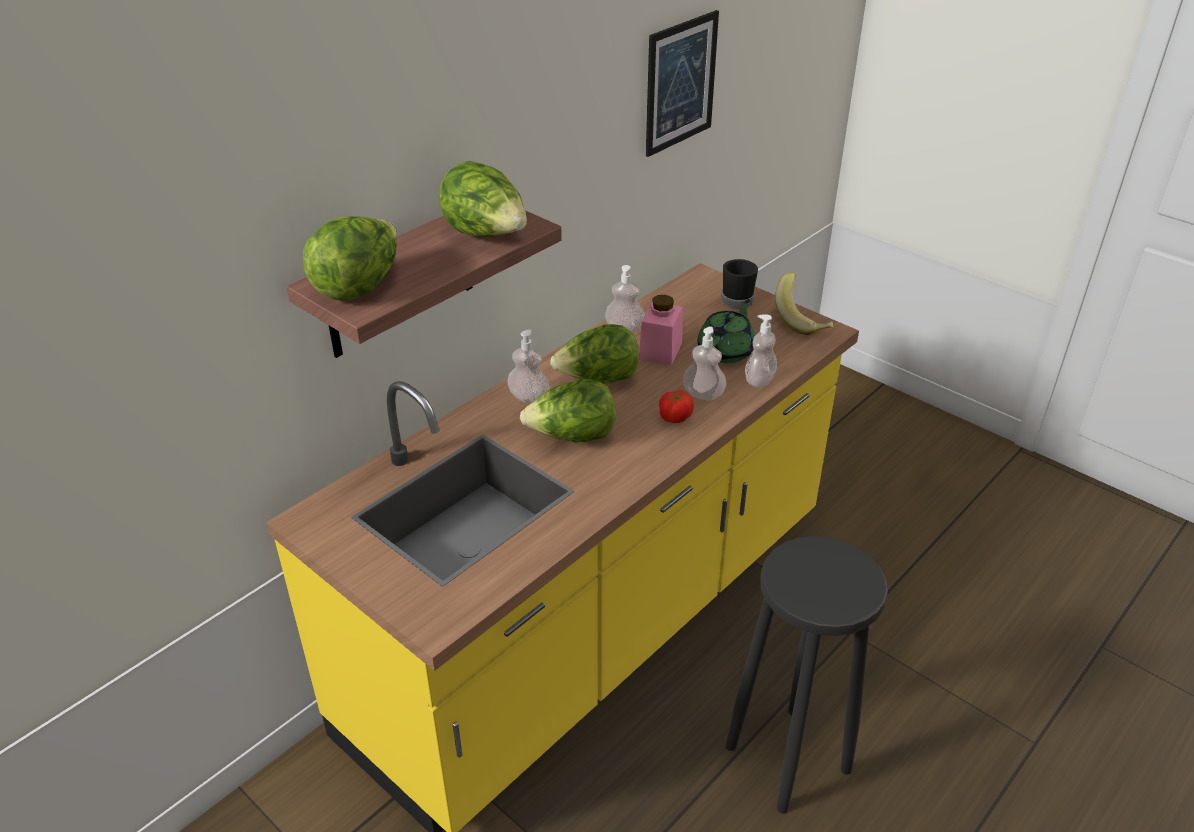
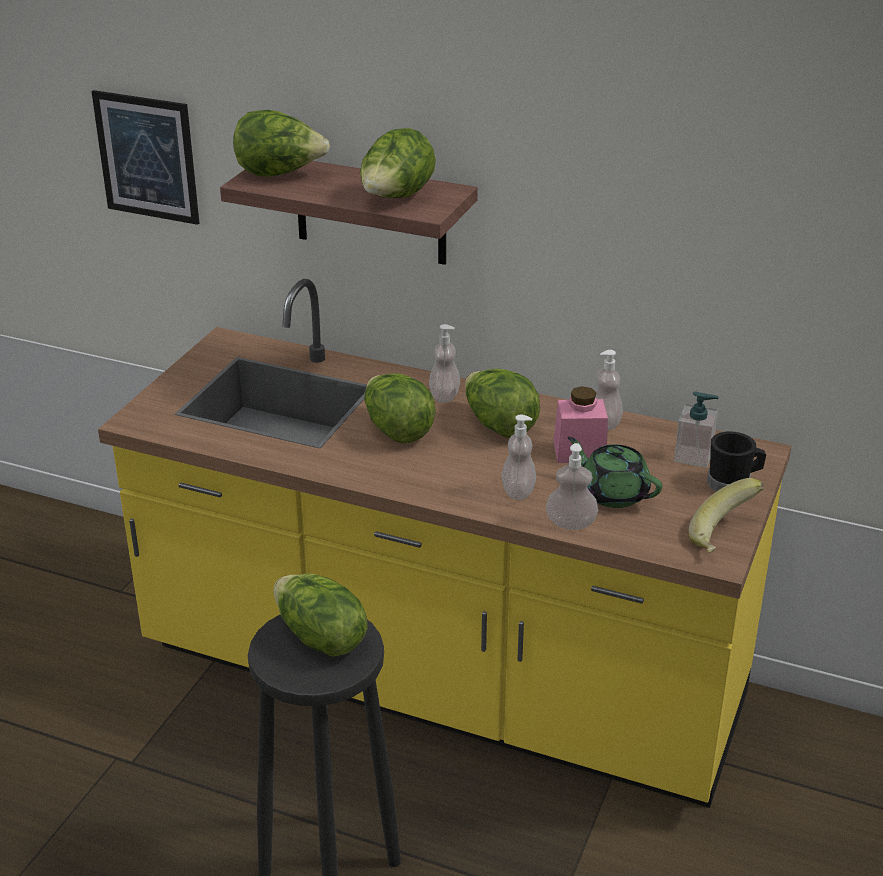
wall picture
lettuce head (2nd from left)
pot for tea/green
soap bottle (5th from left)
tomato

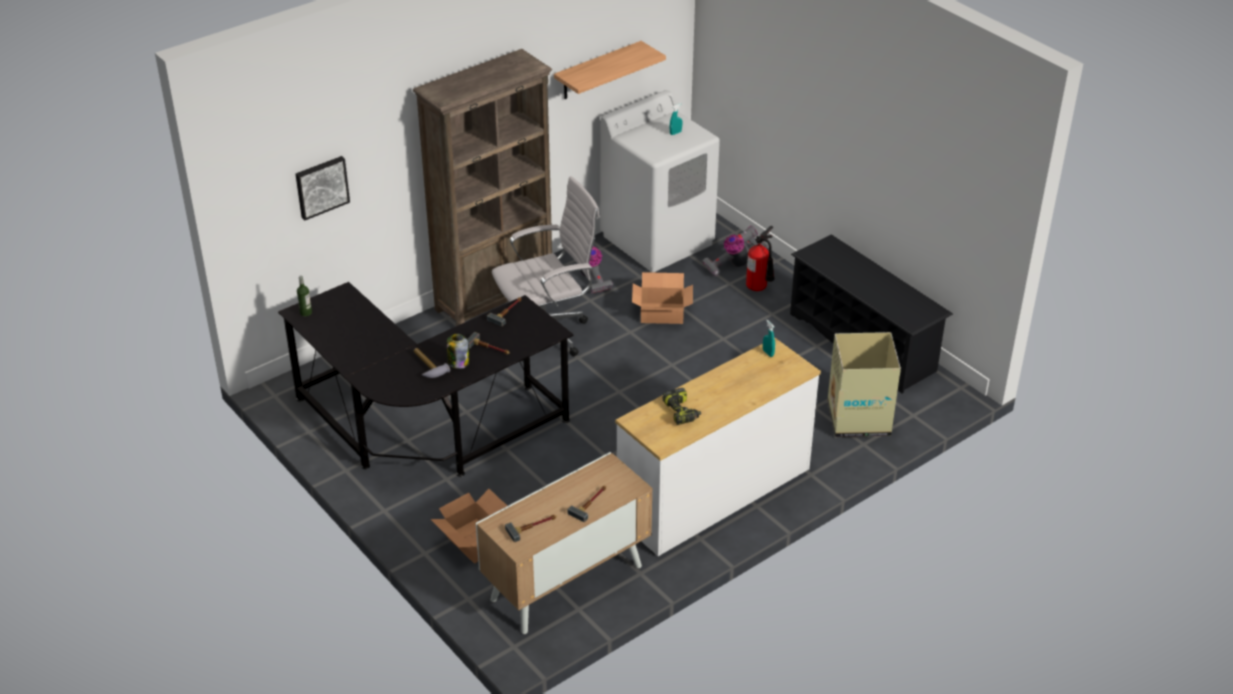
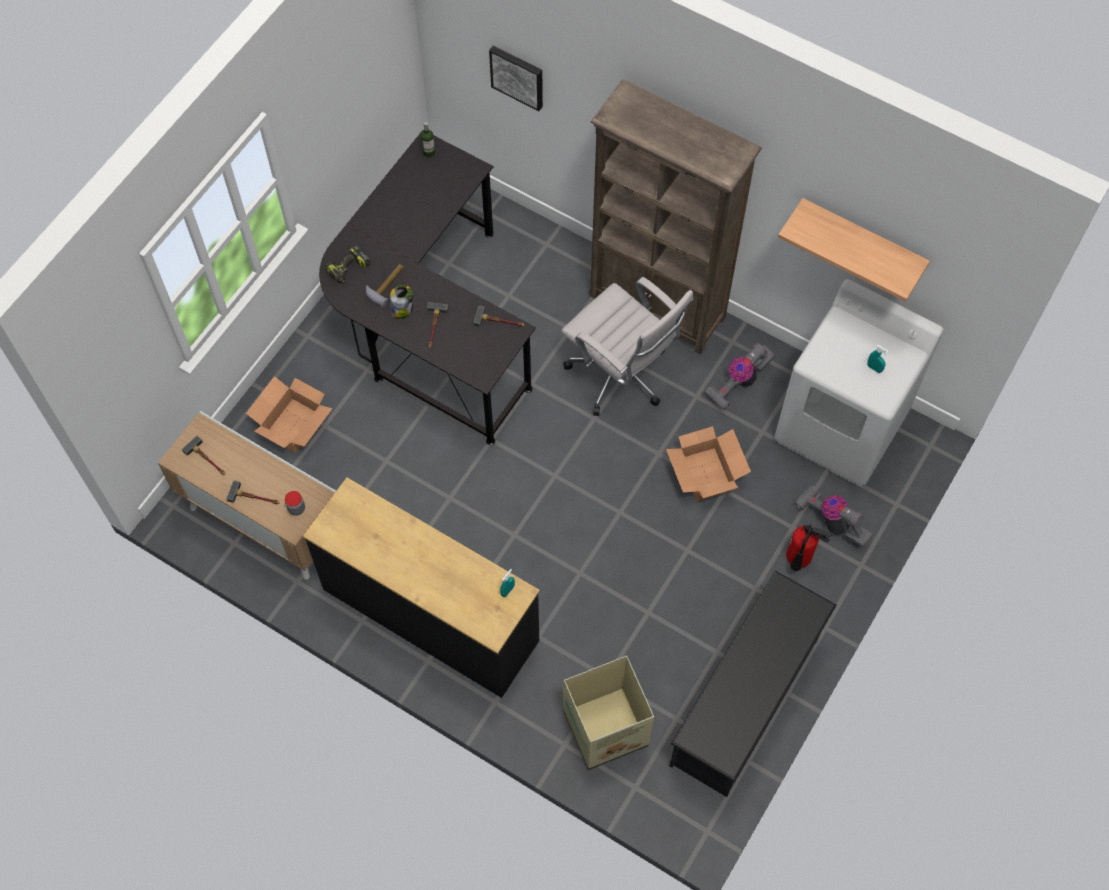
jar (1st from left)
drawer chest/black
electric drill

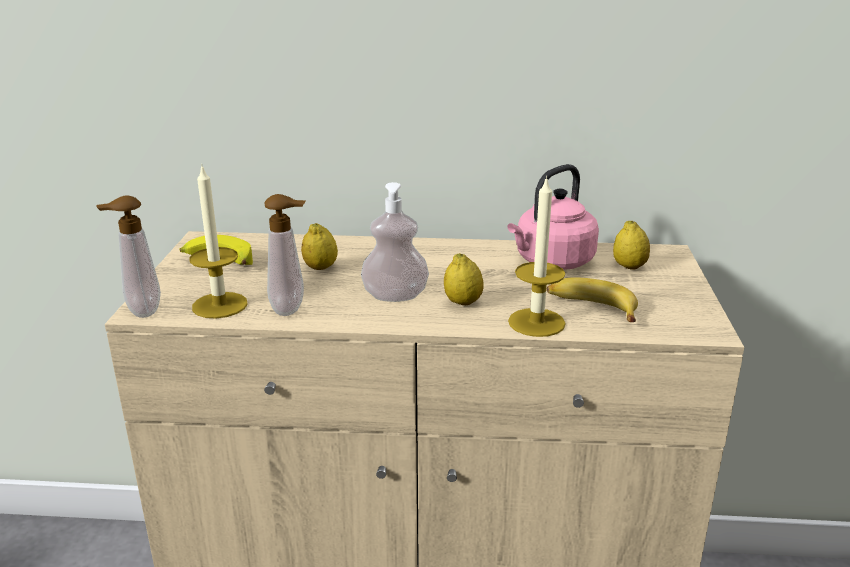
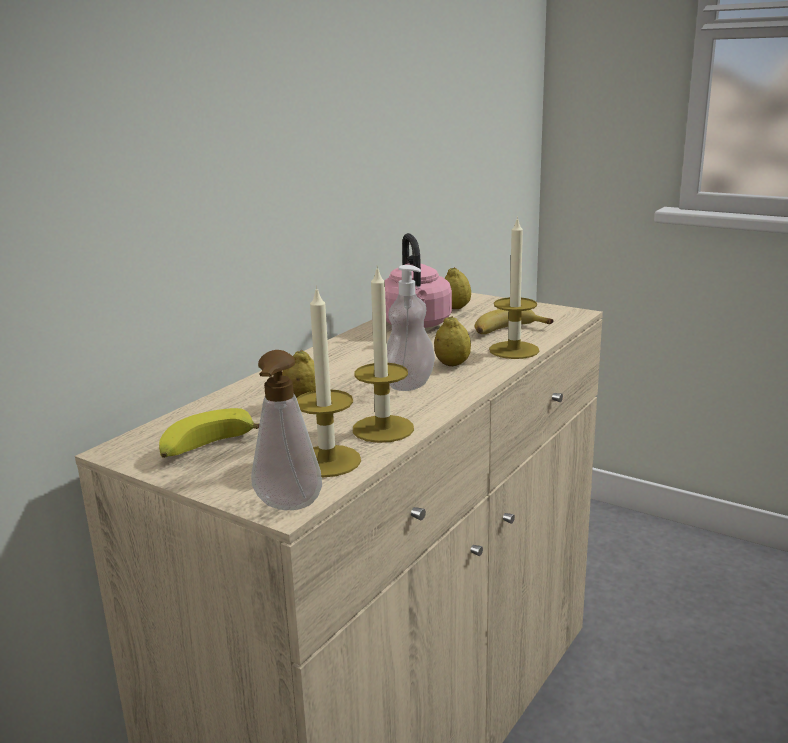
wax candle (2nd from left)

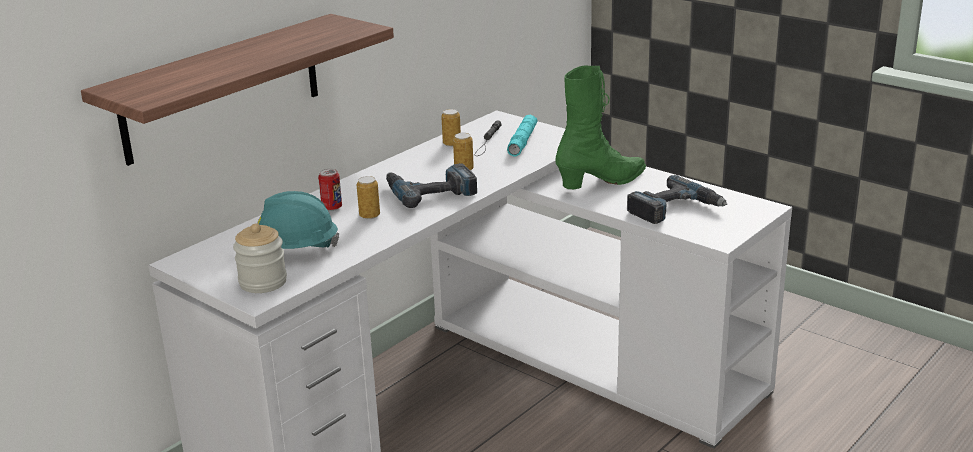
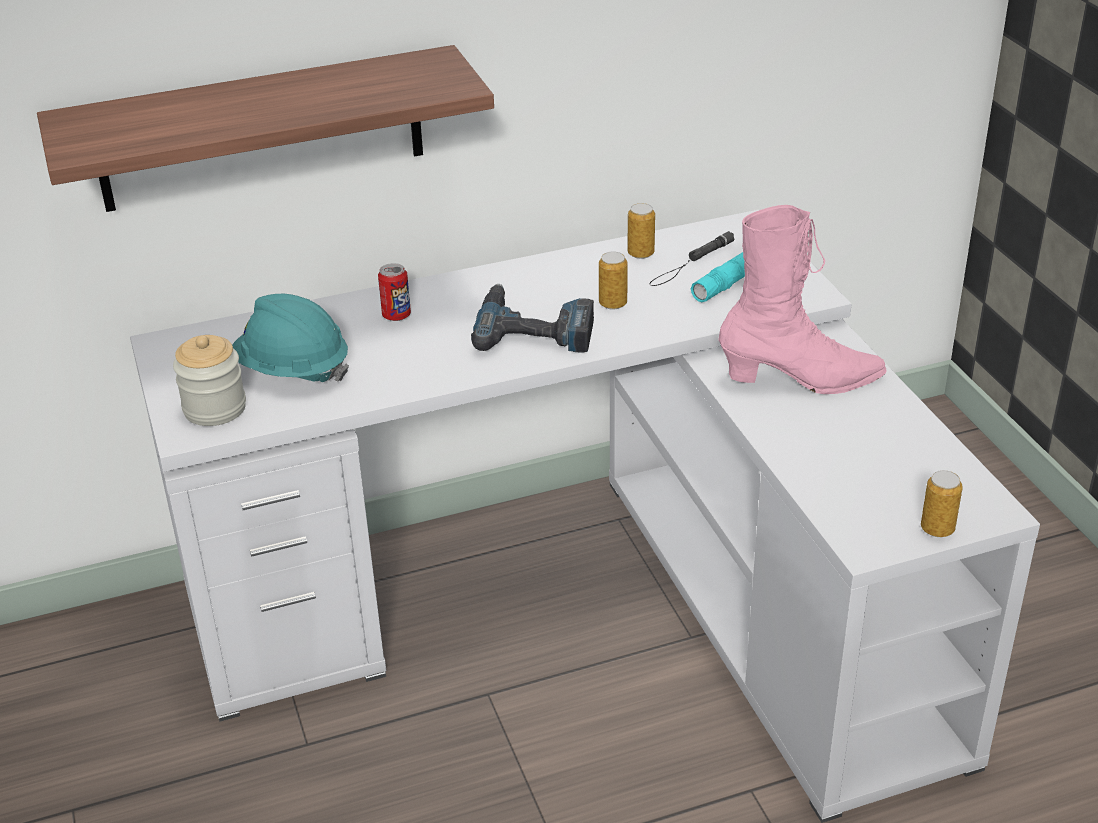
high-top boot/pinkish
sealed can (4th from left)
electric drill (2nd from left in the first image)

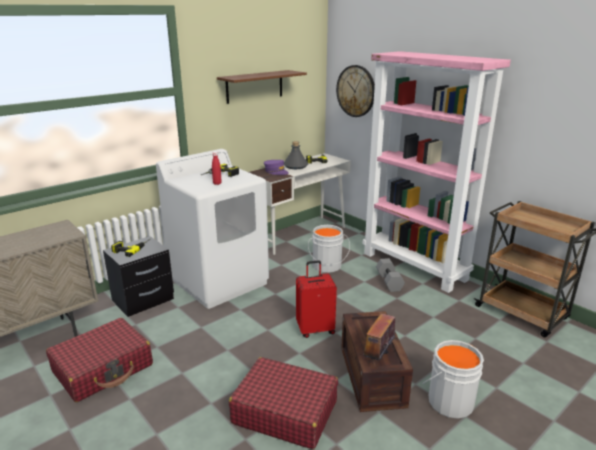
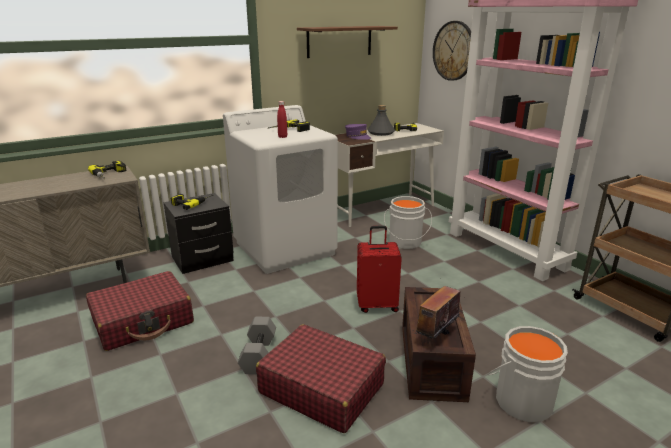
electric drill (1st from left)
free weight/grey

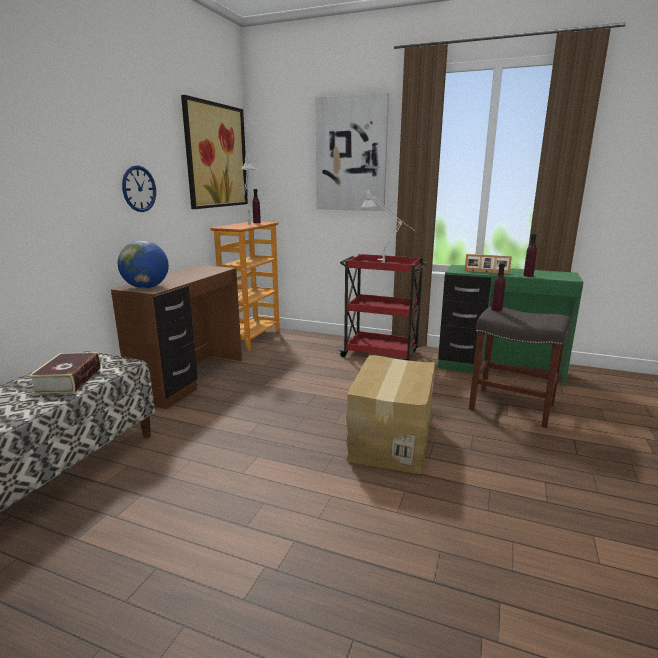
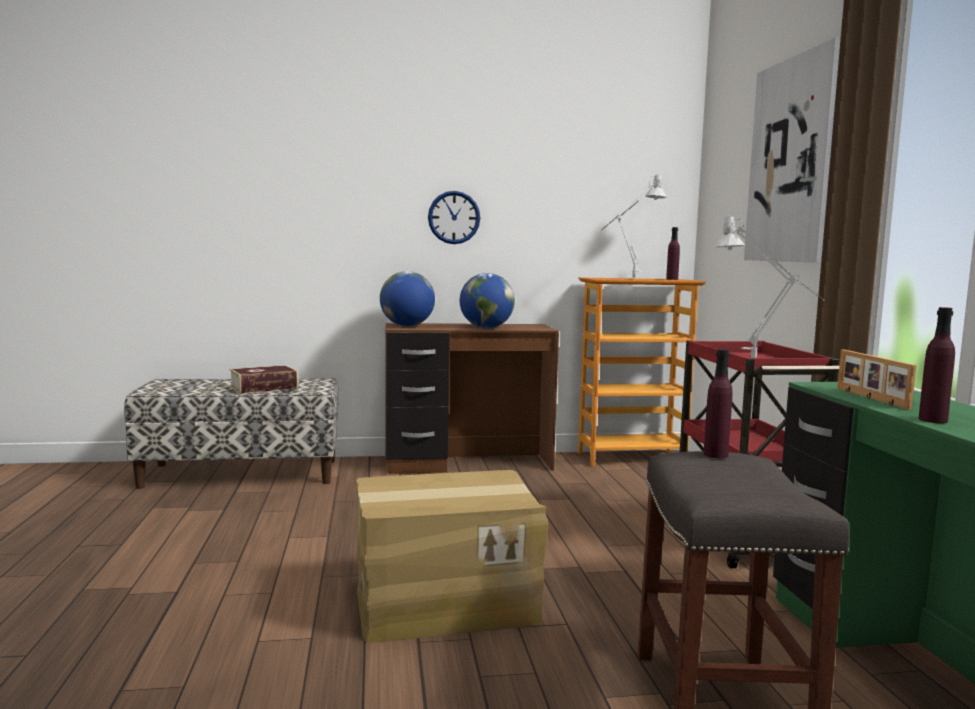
globe (2nd from left)
wall picture (1st from left in the first image)

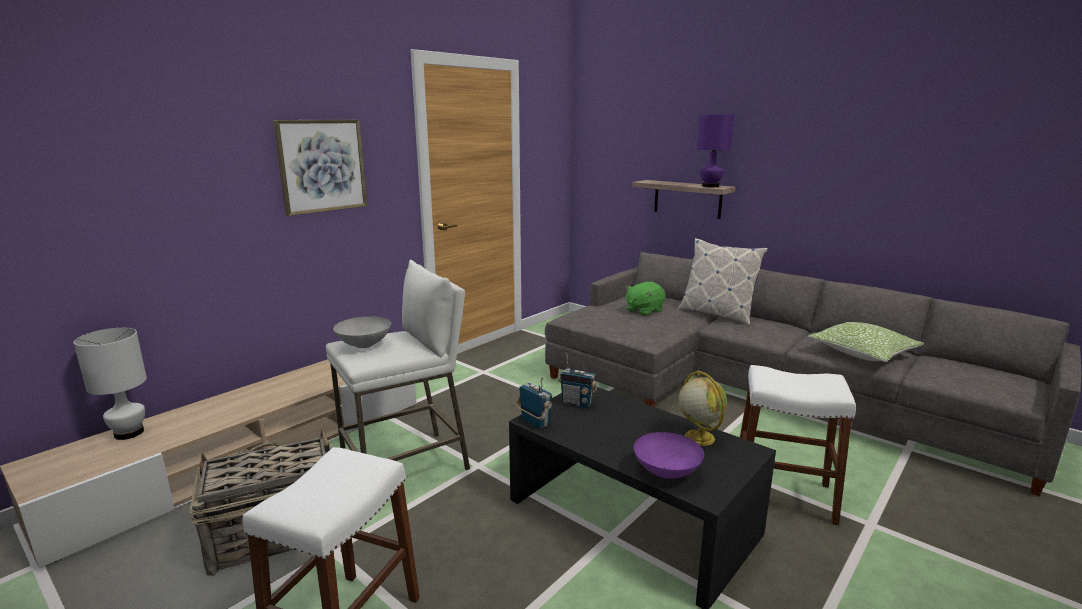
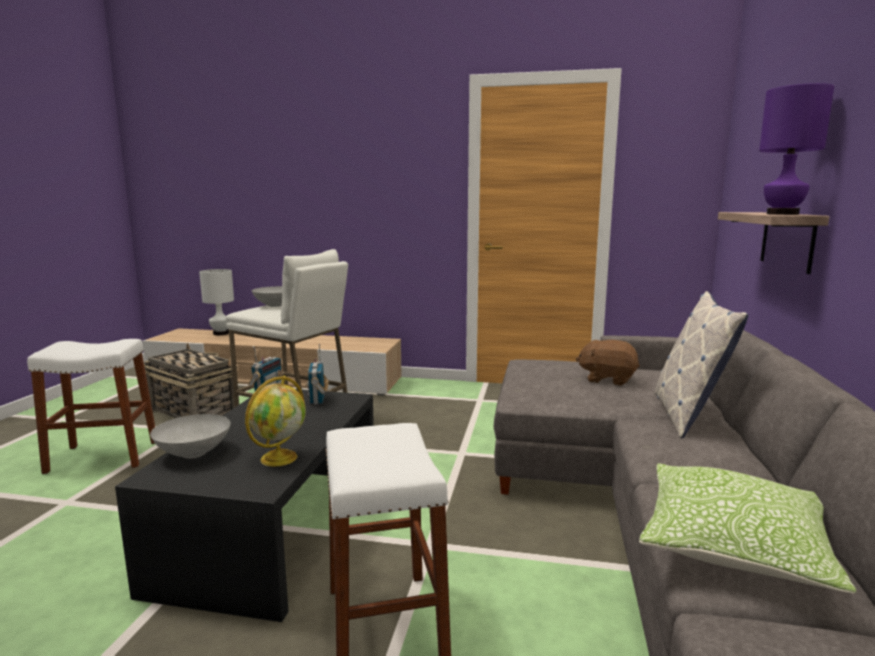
deep dish/grey (1st from left)
plush toy/brown-coloured
wall picture

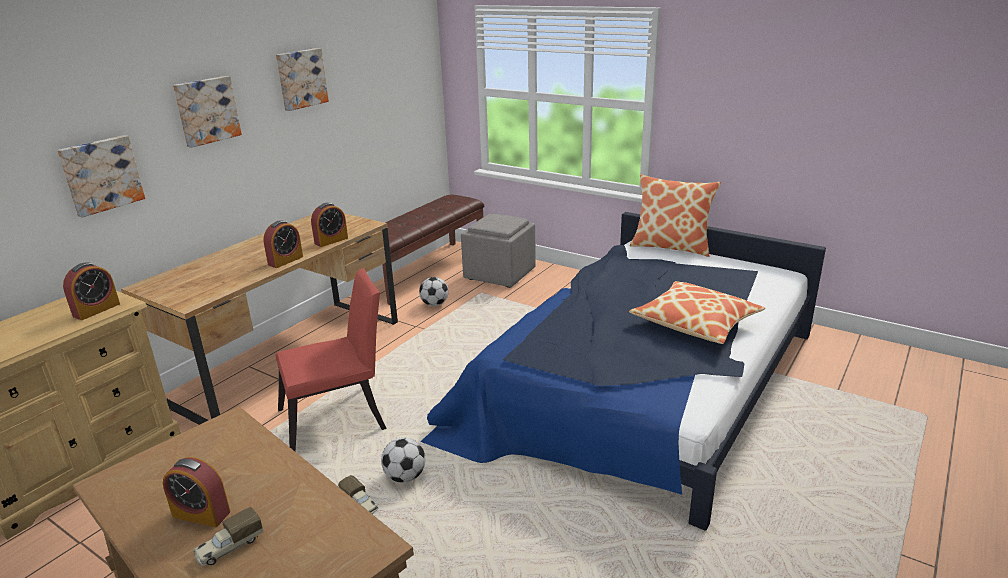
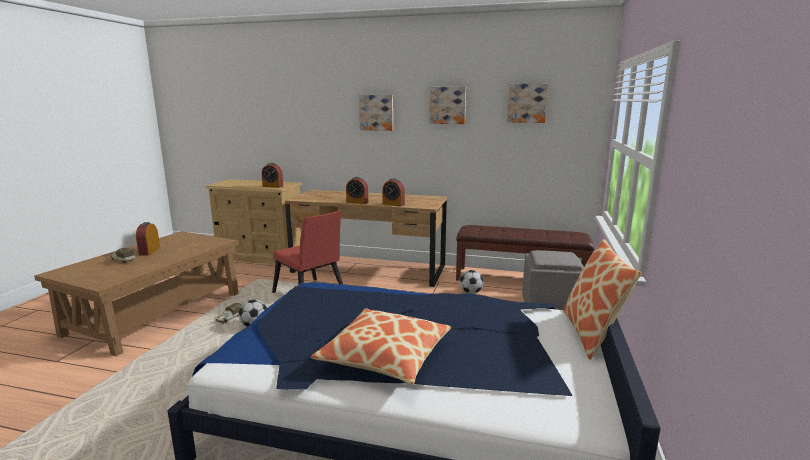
wall picture (3rd from left)

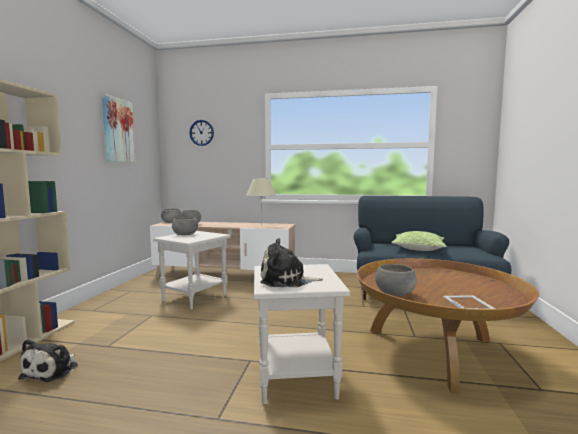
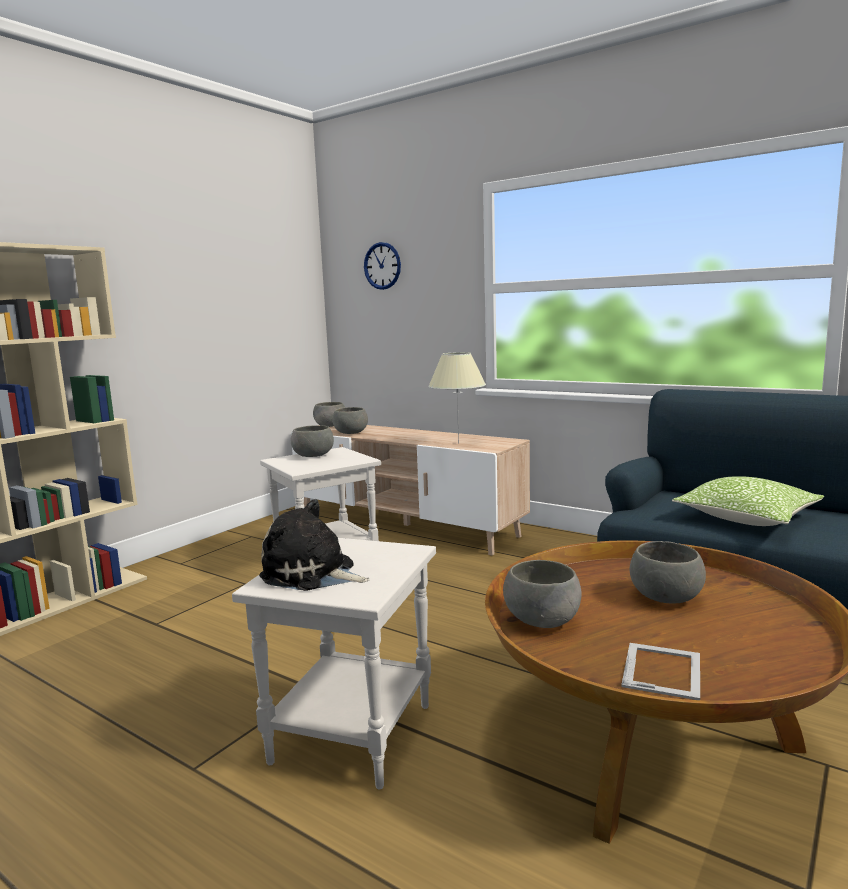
deep dish/grey (5th from left)
plush toy (1st from left in the first image)
wall picture

